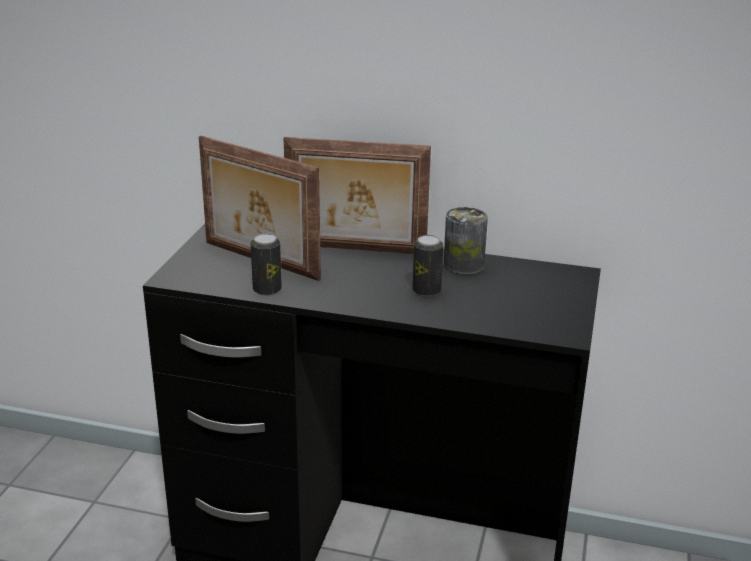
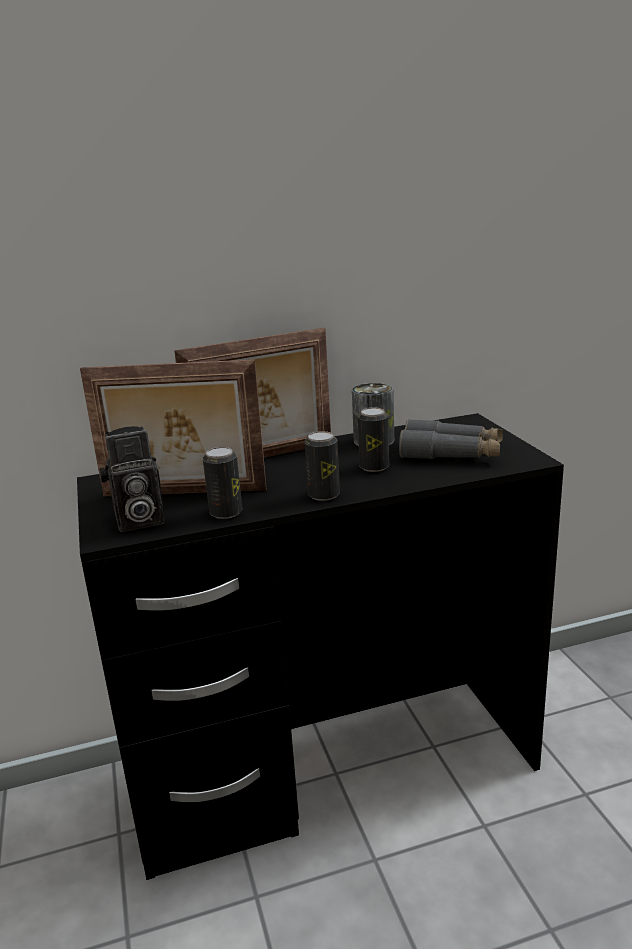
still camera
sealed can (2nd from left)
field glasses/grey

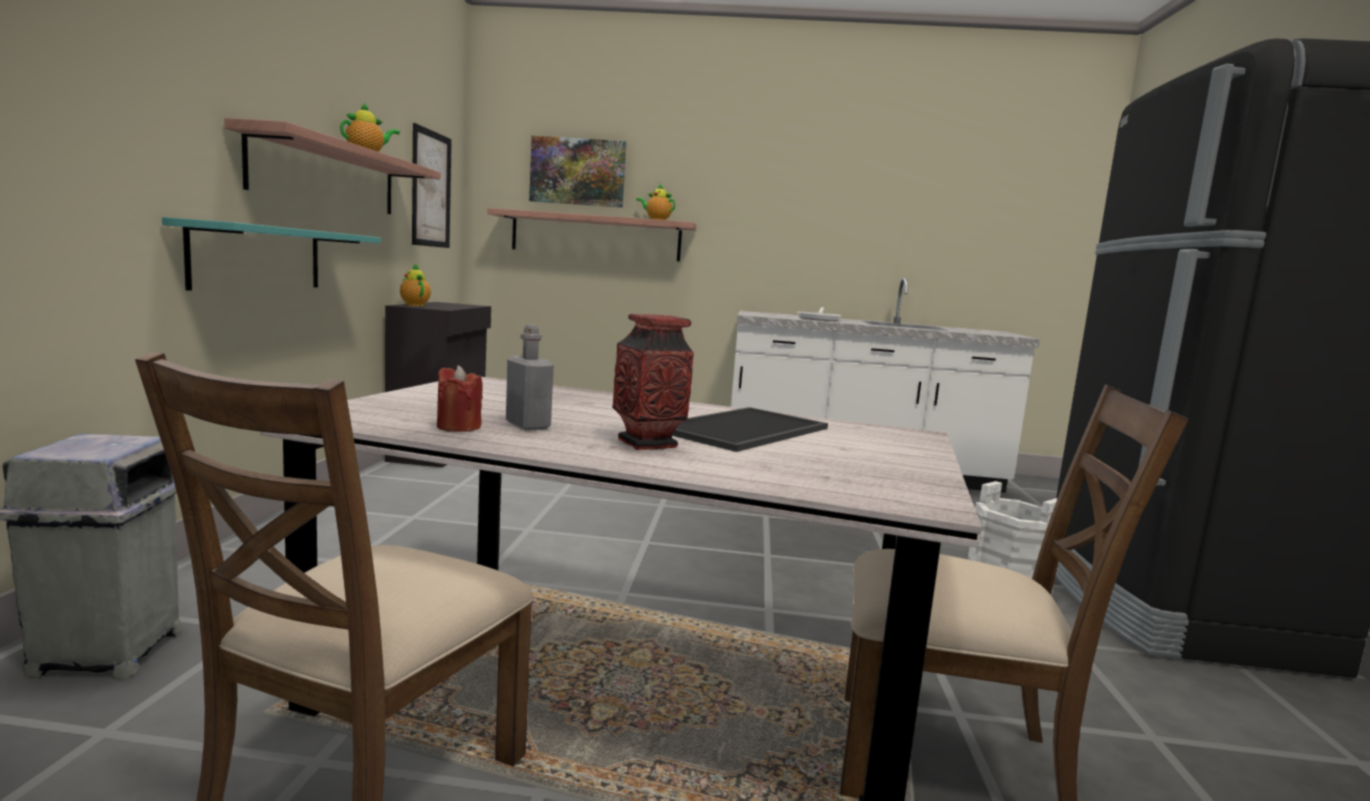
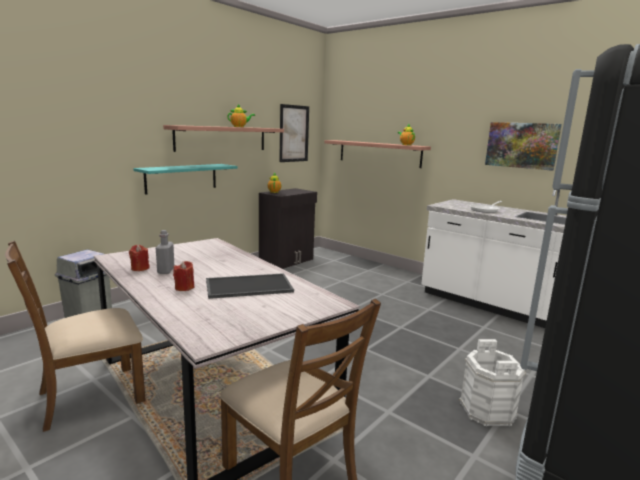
wax candle/red (2nd from left)
wall picture (2nd from left)

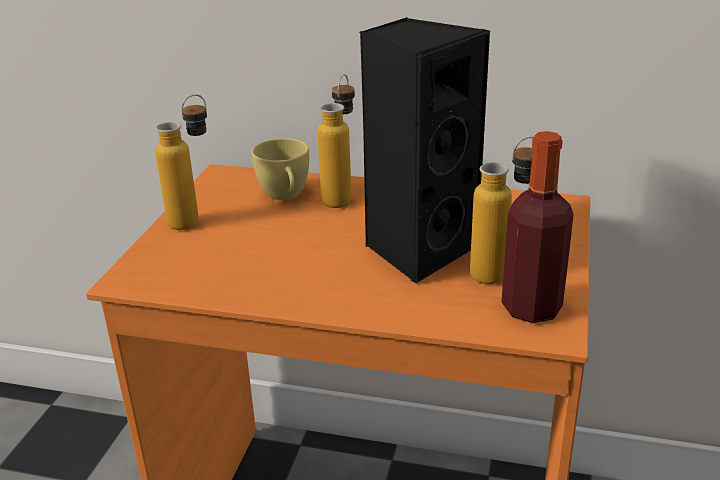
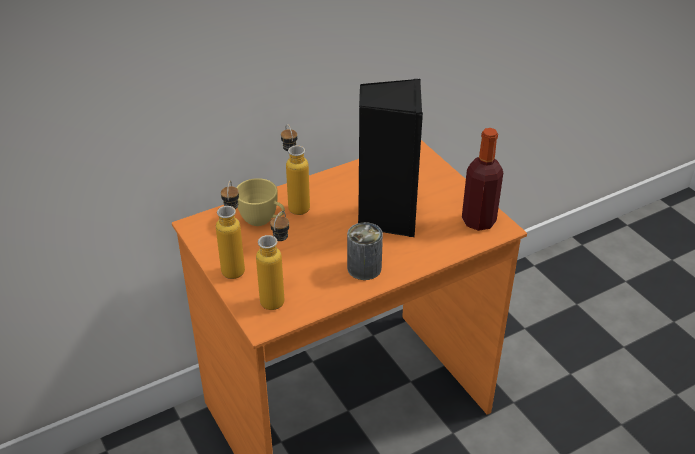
drink bottle (2nd from left)
sealed can

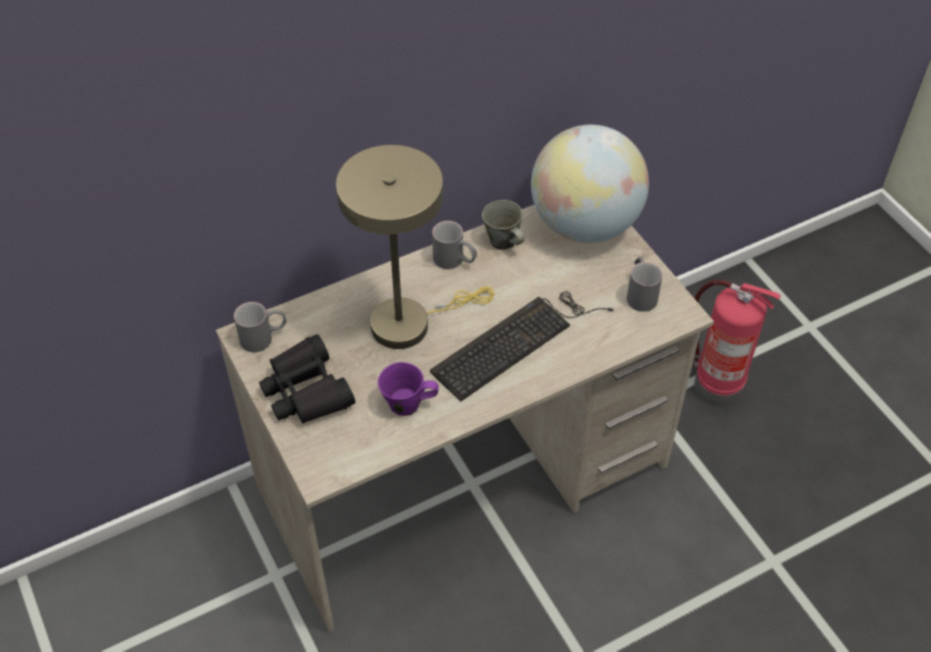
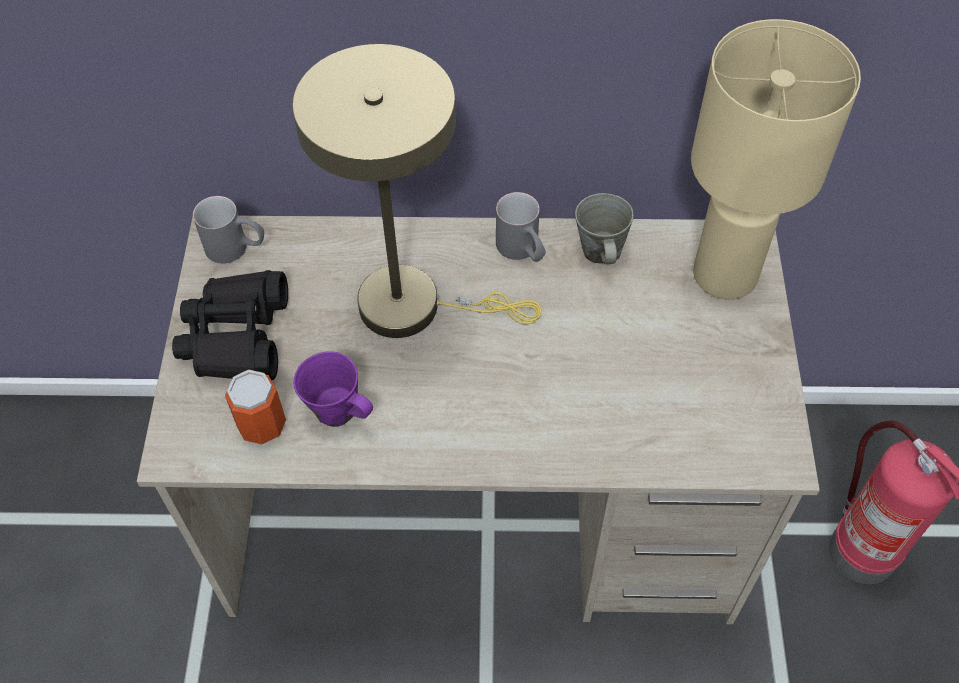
sealed can
lamp for a table/beige (2nd from left)
PC keyboard
coffee mug/grey (4th from left in the first image)

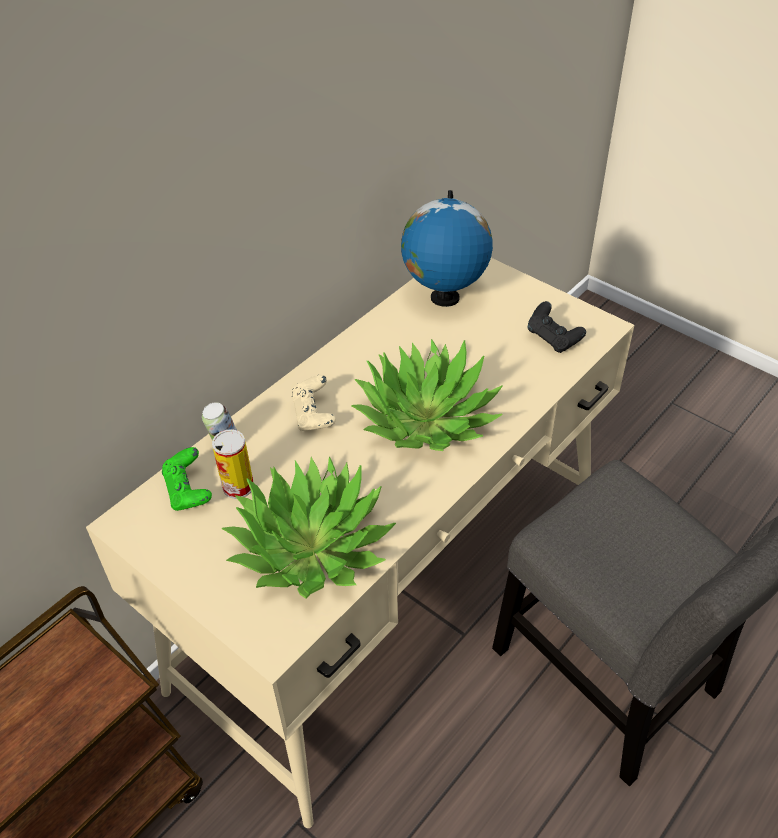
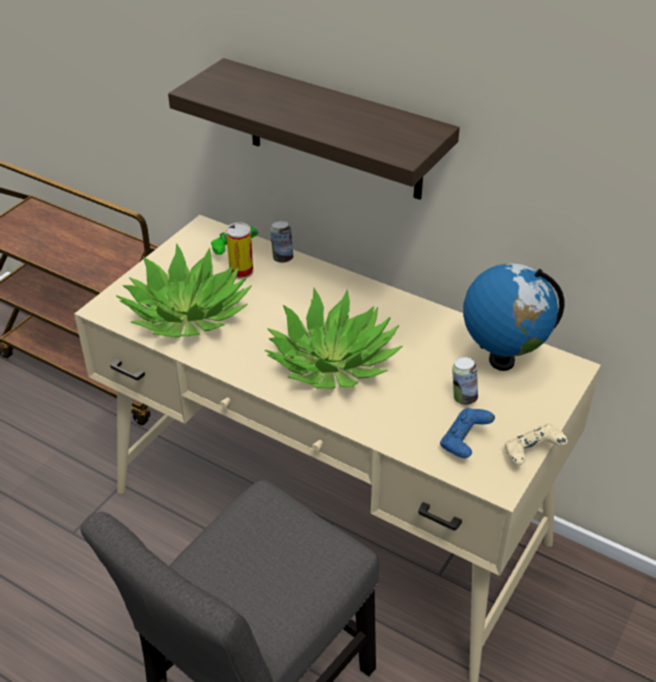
wall shelf
joypad/bluish
sealed can (3rd from left)
joypad/beige

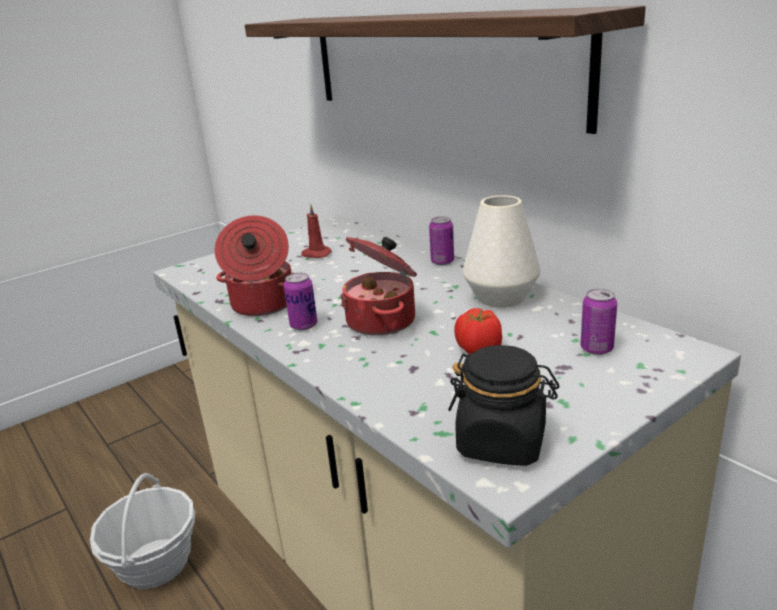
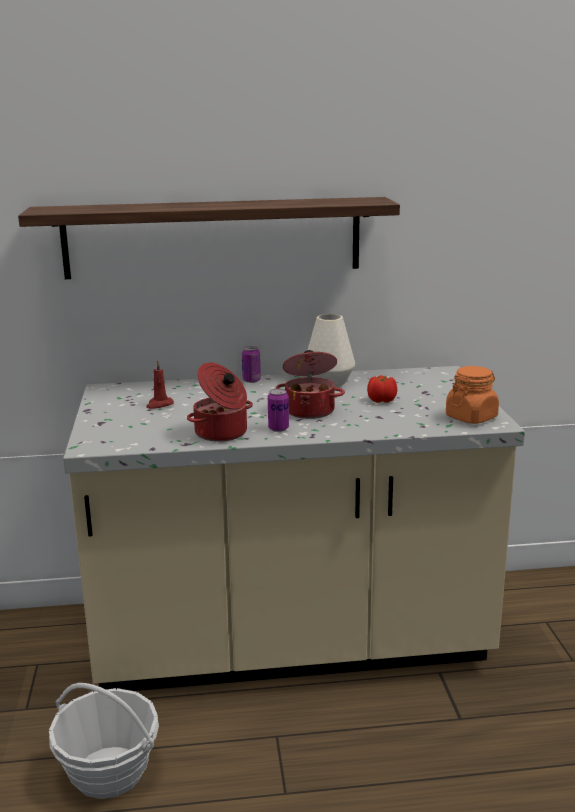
jar/orangey
sealed can (3rd from left in the first image)

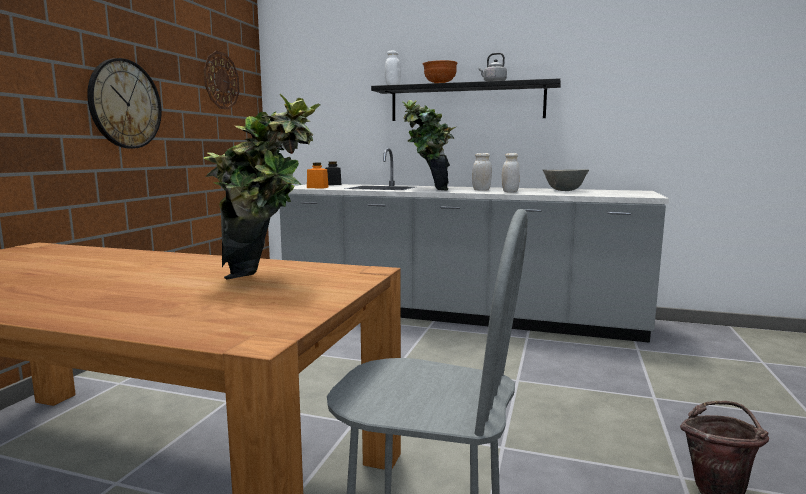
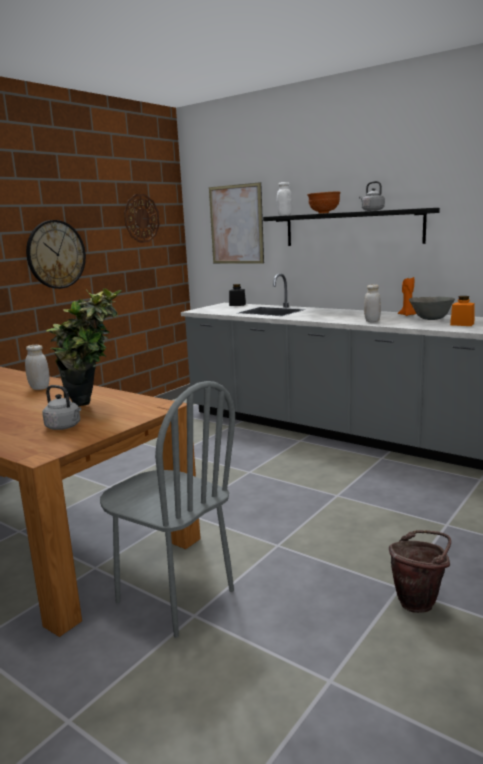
jar/white (1st from left)
water kettle/grey (1st from left)
wall picture
wax candle/orangey
jar/orangey
plant in a pot (2nd from left in the first image)

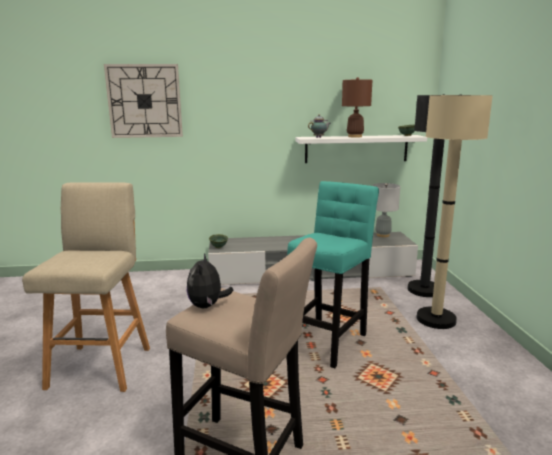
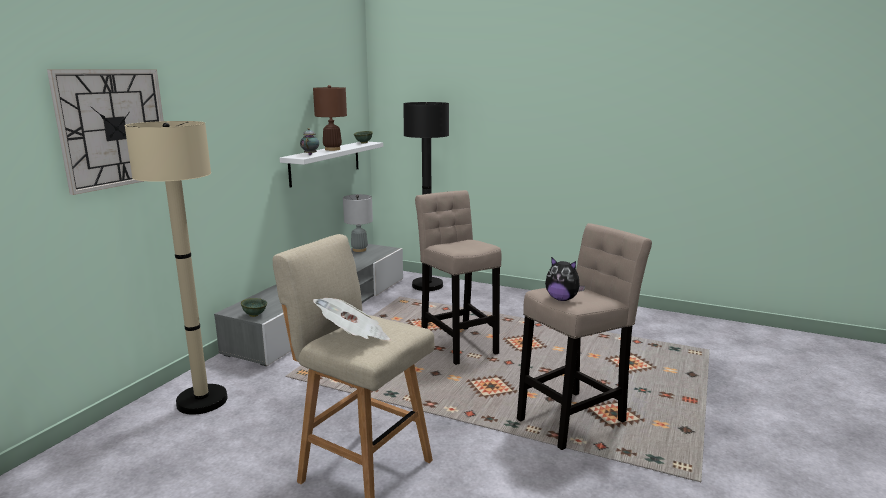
floor lamp/beige
newspaper
stool/beige (2nd from left)

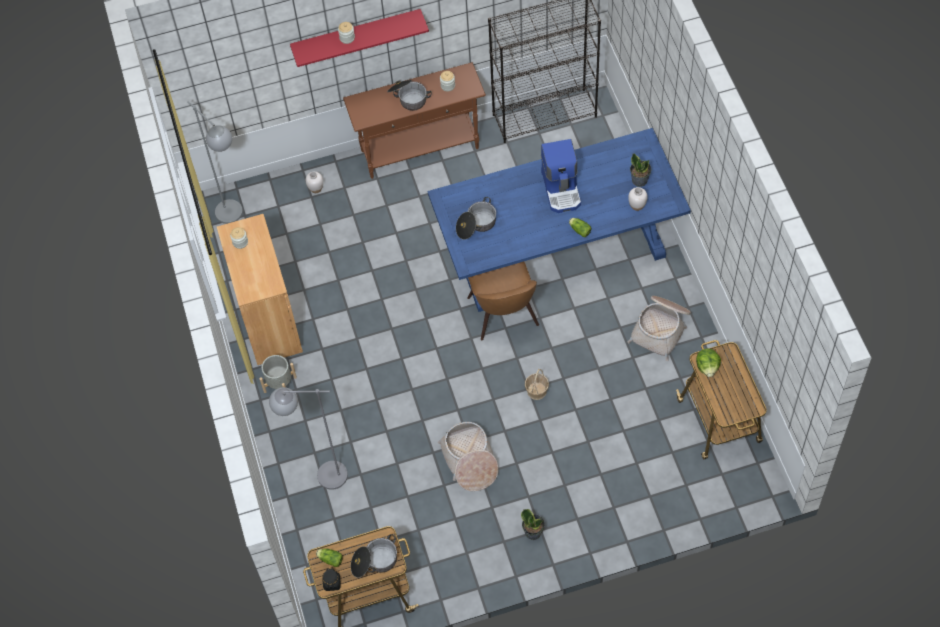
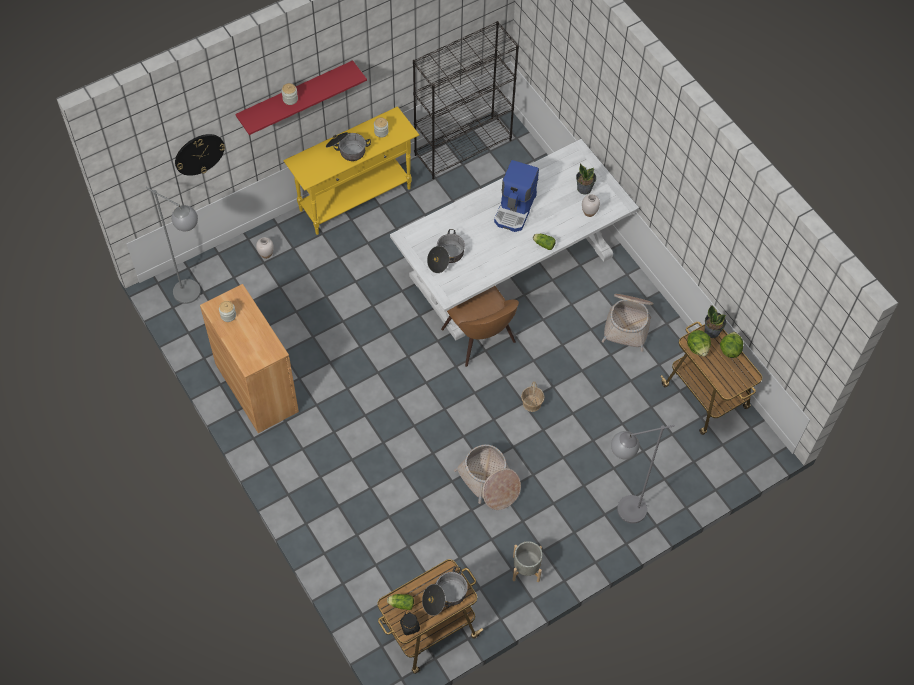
clock on the wall
console table/yellowish
kitchen table/white
coffee brewer
planter/grey
floor lamp/grey (2nd from left)
plant in a pot (2nd from left)
lettuce head (4th from left)

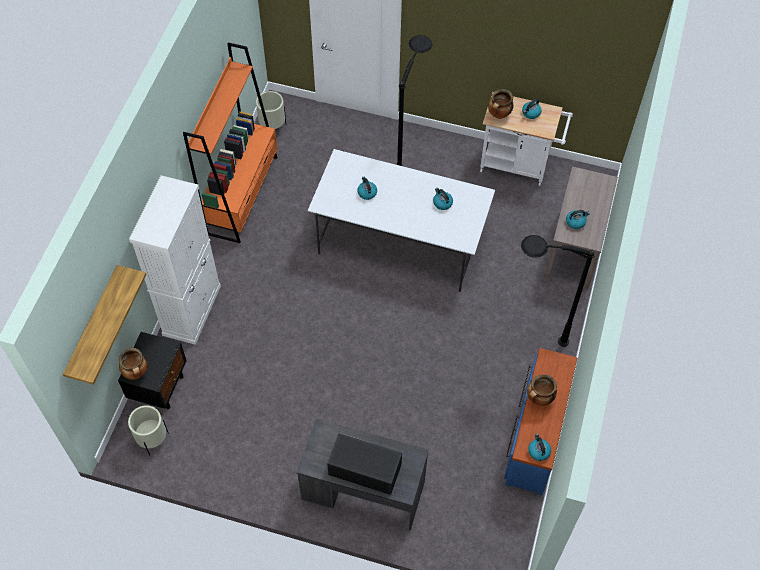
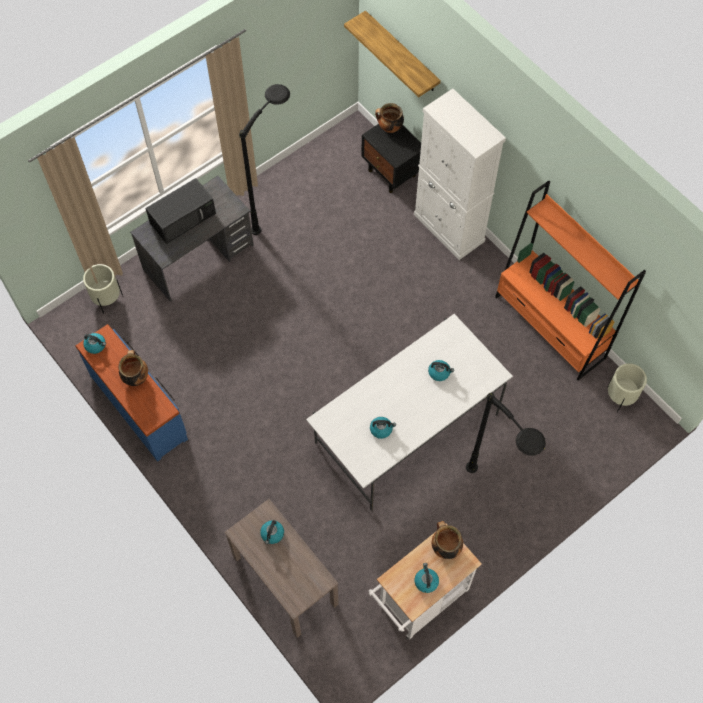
planter/beige (1st from left)
floor lamp/black (1st from left)

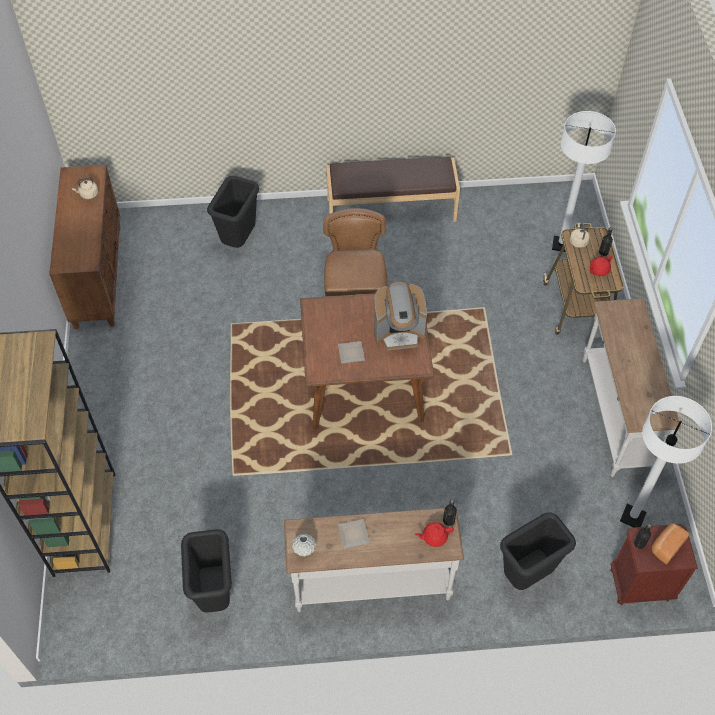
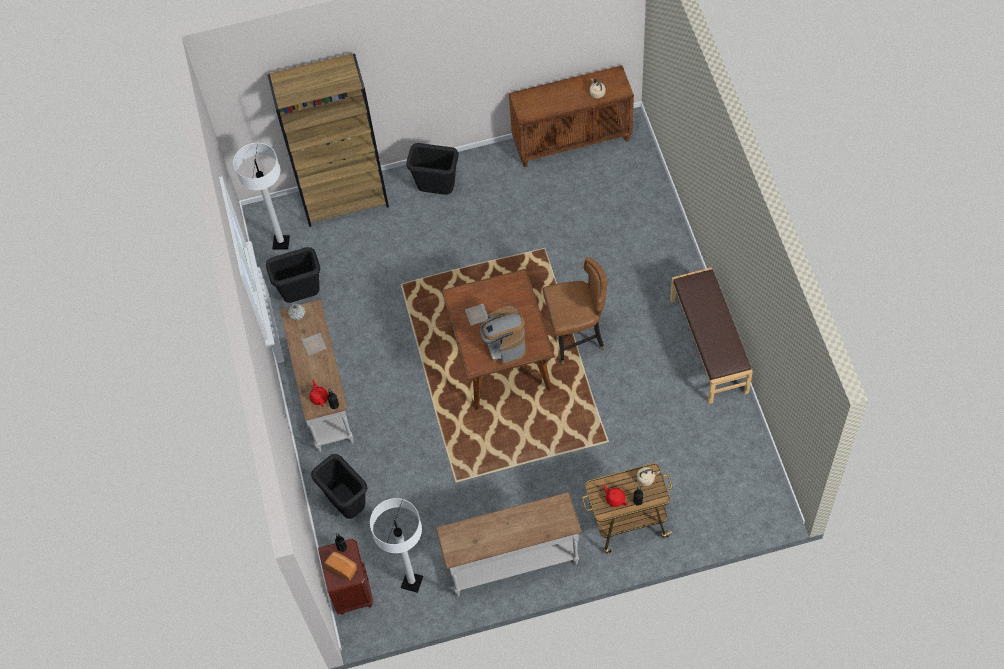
floor lamp/white (1st from left)
trash can/black (3rd from left)

